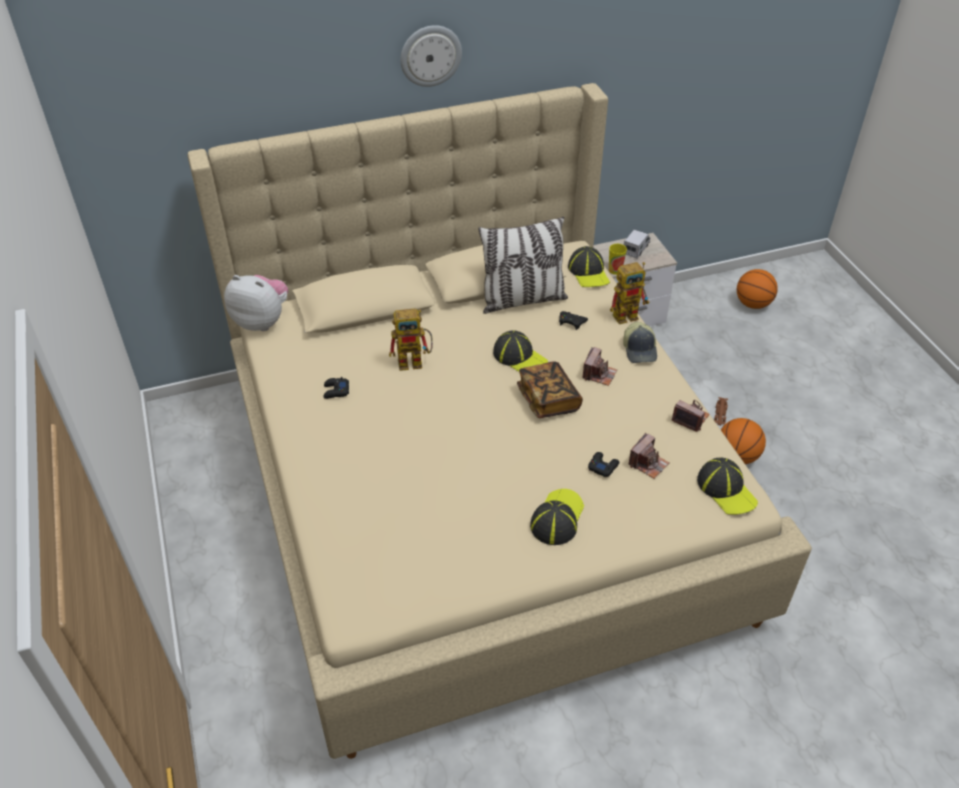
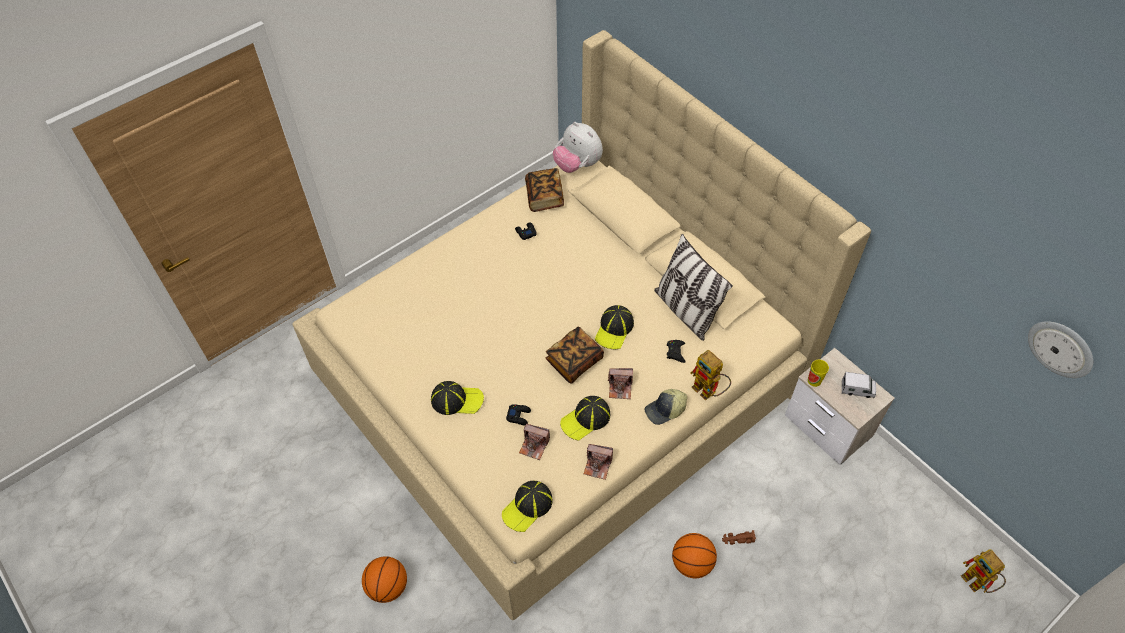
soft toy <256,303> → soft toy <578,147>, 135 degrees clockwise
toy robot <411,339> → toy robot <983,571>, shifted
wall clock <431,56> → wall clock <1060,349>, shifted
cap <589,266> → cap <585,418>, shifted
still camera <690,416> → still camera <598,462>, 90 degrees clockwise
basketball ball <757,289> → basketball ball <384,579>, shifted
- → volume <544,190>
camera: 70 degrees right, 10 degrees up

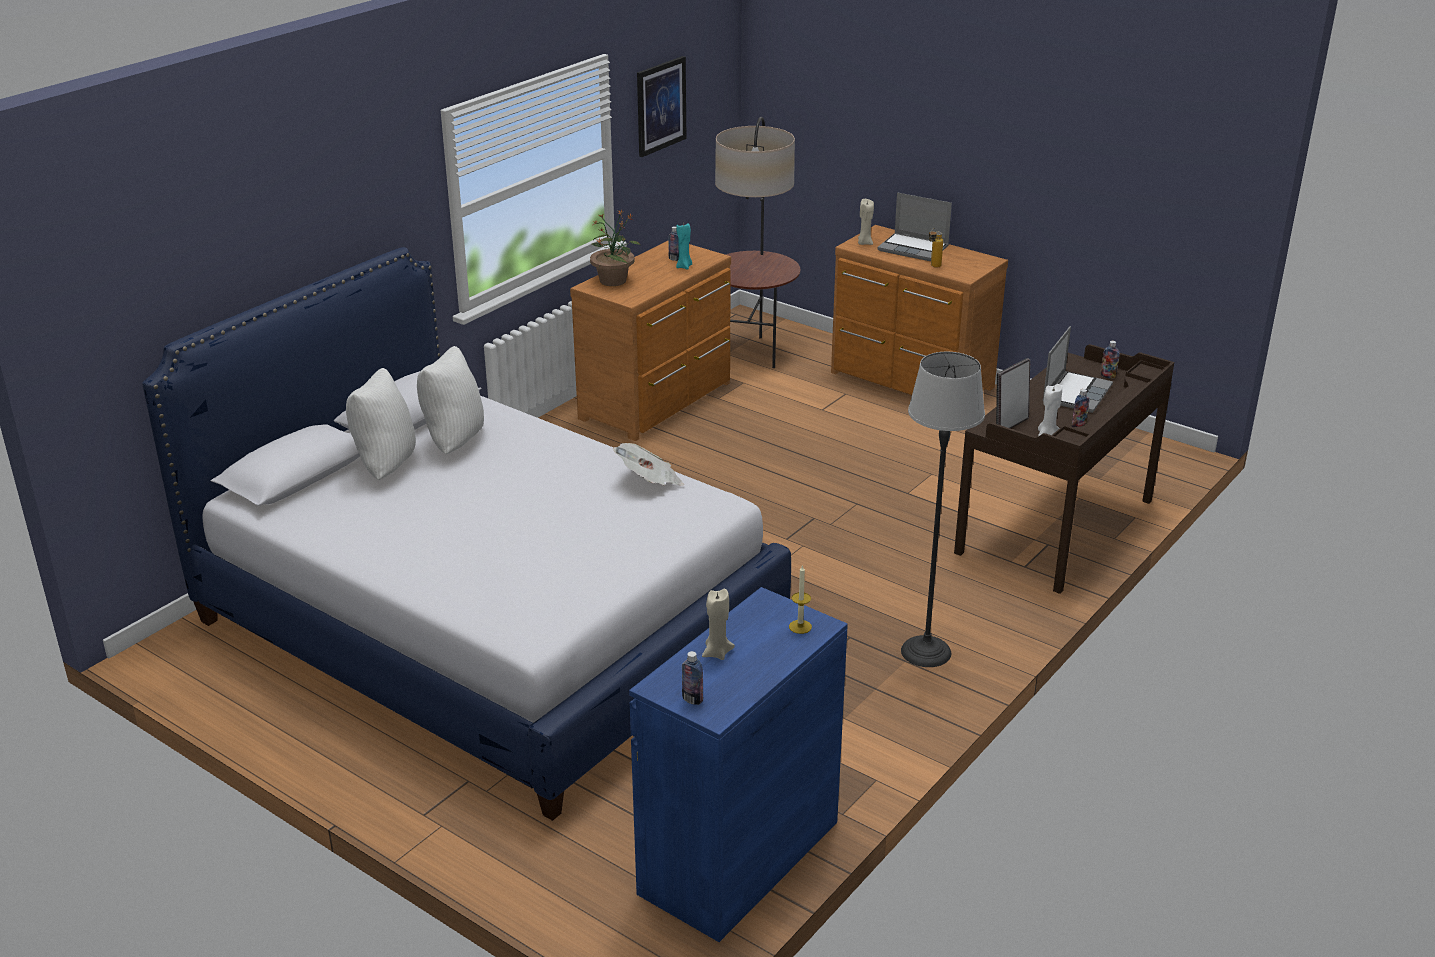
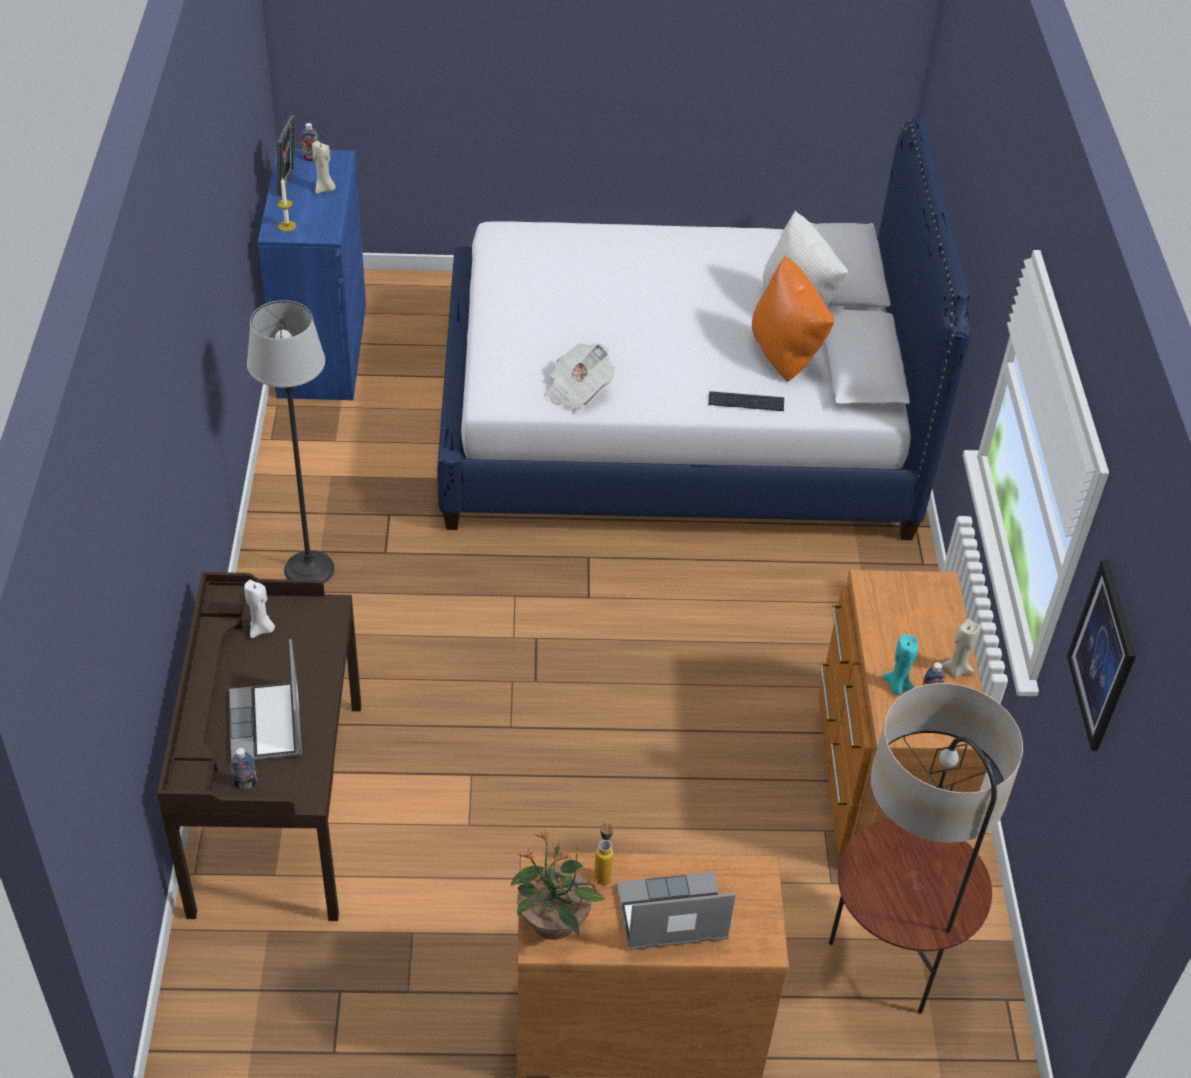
cushion/white-coloured <450,400> → cushion/orange <793,318>
potted plant <615,247> → potted plant <558,885>, shifted
wax candle/beige-coloured <866,222> → wax candle/beige-coloured <961,648>, shifted
picture frame <1013,393> → picture frame <286,156>, shifted
beverage bottle <1081,408> → -
- → keyboard <746,401>
camera: 140 degrees right, 15 degrees up

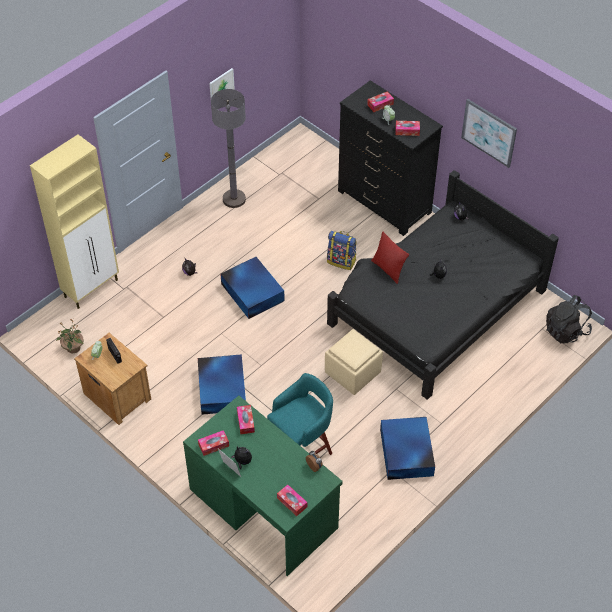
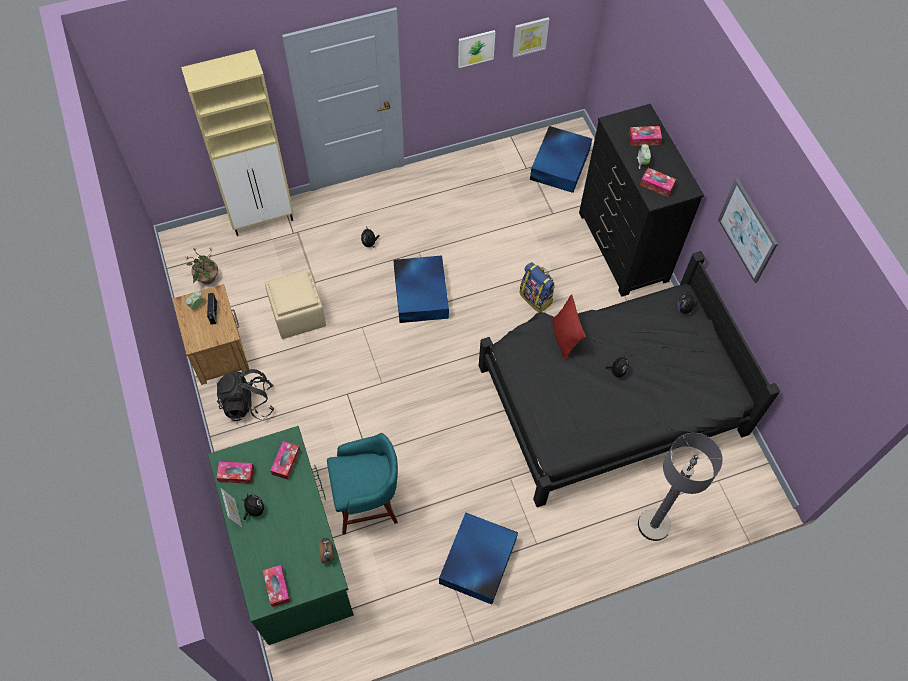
storage bin/blue <222,384> → storage bin/blue <561,159>, shifted
standard lamp/grey <228,148> → standard lamp/grey <680,487>, shifted
ottoman/beige-coloured <354,362> → ottoman/beige-coloured <295,304>, shifted
rucksack/blackish <569,319> → rucksack/blackish <245,395>, shifted
- → wall art <531,37>
camera: 25 degrees right, 10 degrees up

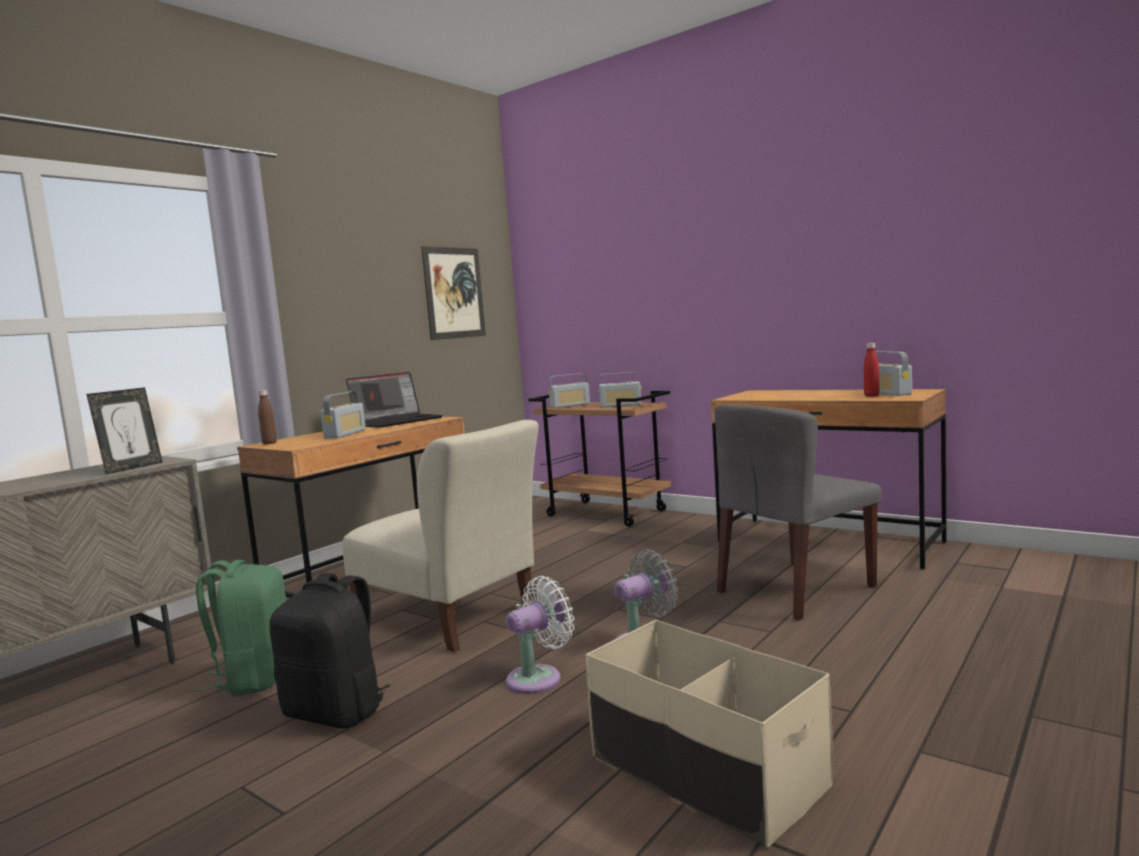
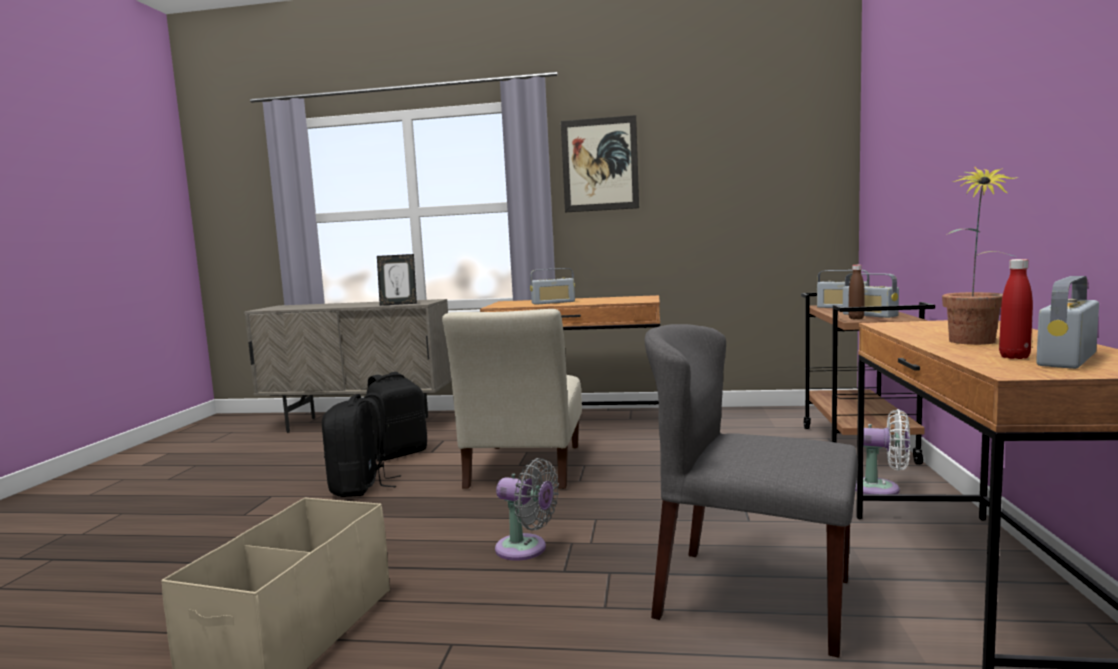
rucksack/green-coloured <240,628> → rucksack/blackish <396,416>
beverage bottle/brown-coloured <267,417> → beverage bottle/brown-coloured <857,292>, shifted
notebook computer <394,400> → -
wall art <453,293> → wall art <600,163>, shifted
fan/white-coloured <540,635> → fan/white-coloured <882,451>, shifted
- → potted plant <981,256>
camera: 60 degrees right, 0 degrees up

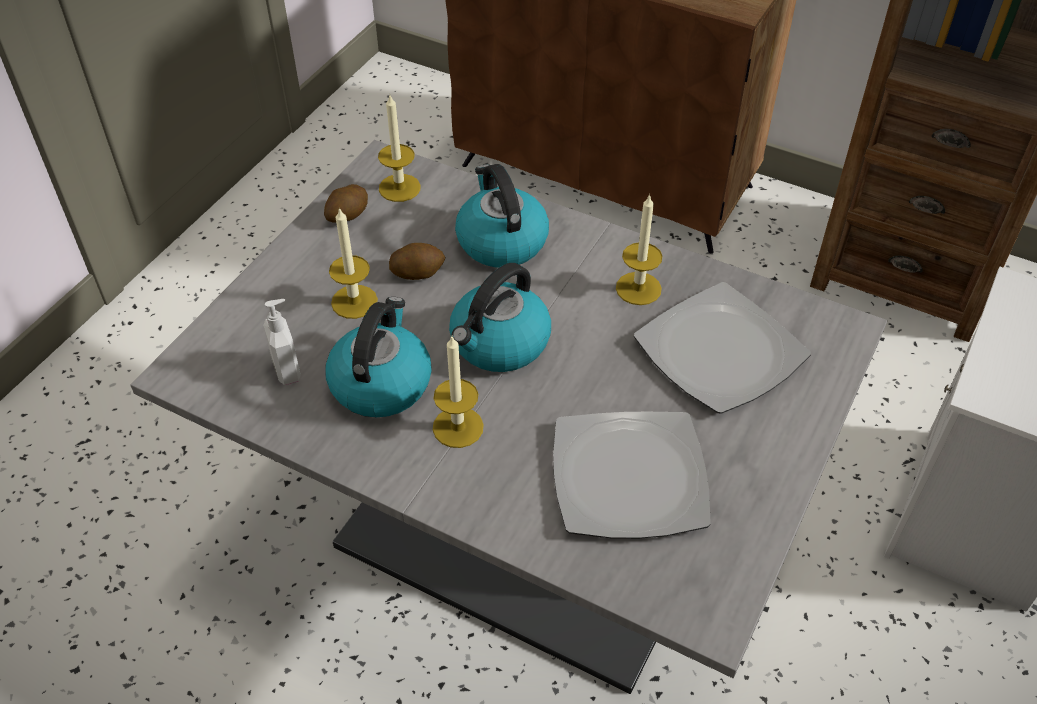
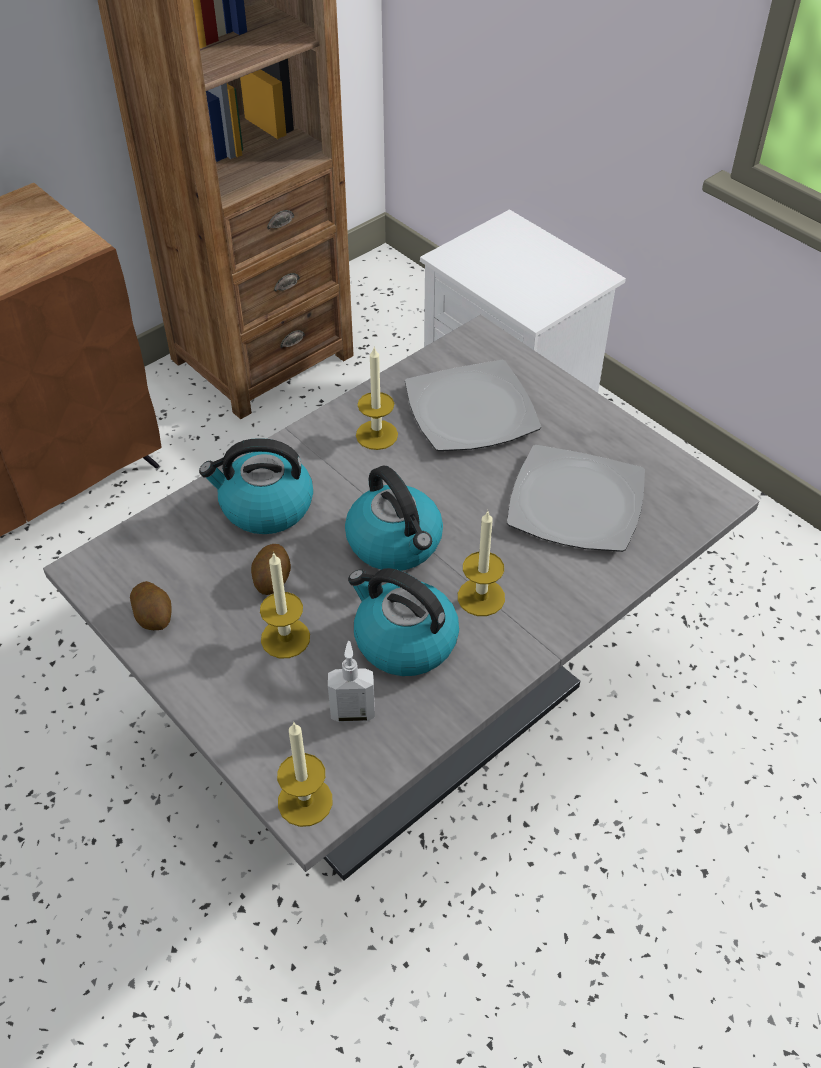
wax candle <399,148> → wax candle <305,774>, shifted
camera: 70 degrees left, 0 degrees up

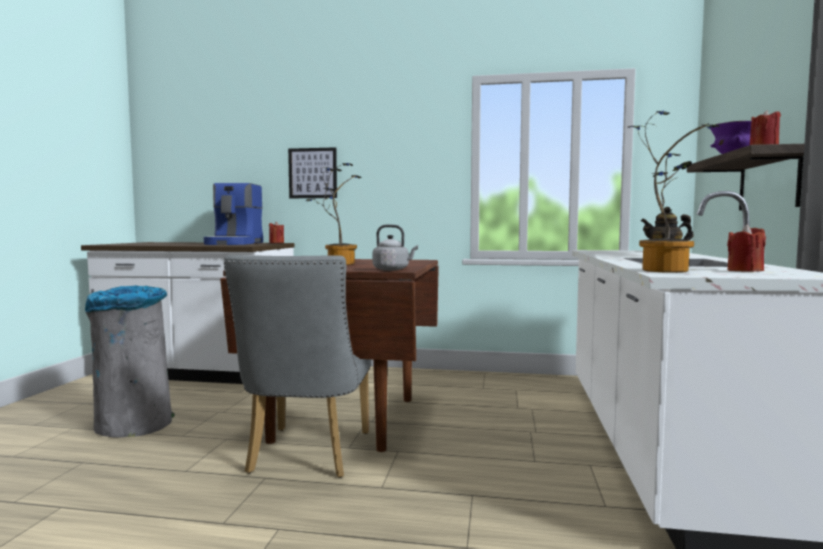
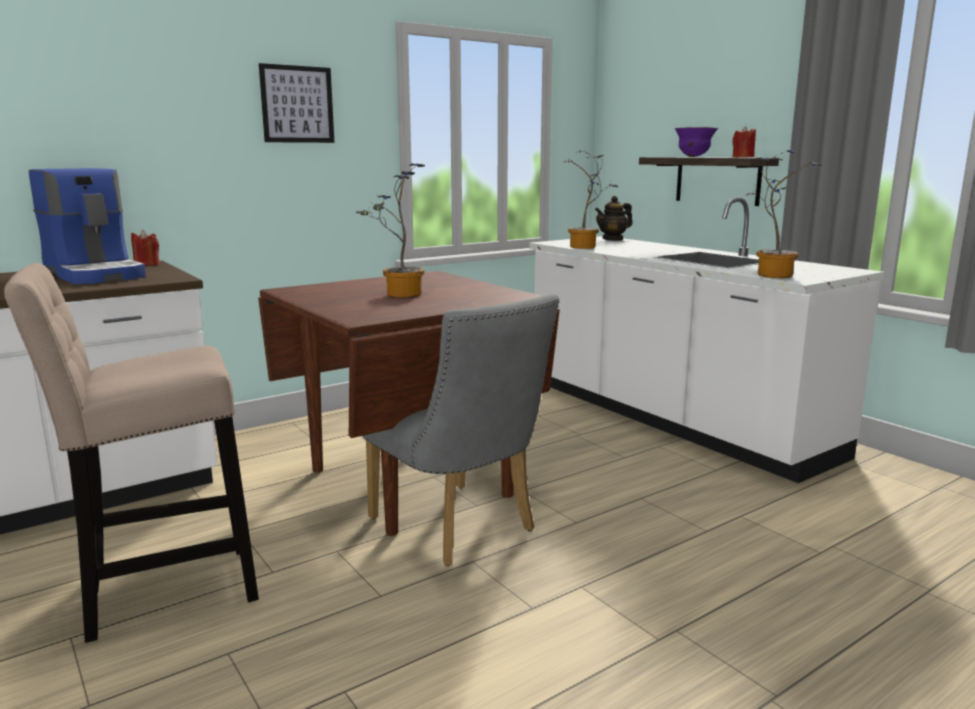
waste bin/grey <130,362> → sitting stool/beige-coloured <131,453>
wall art <312,172> → wall art <296,103>, shifted
tea kettle/grey <395,248> → -
wax candle/reddish <746,248> → -
- → potted plant <590,199>
camera: 45 degrees left, 10 degrees up

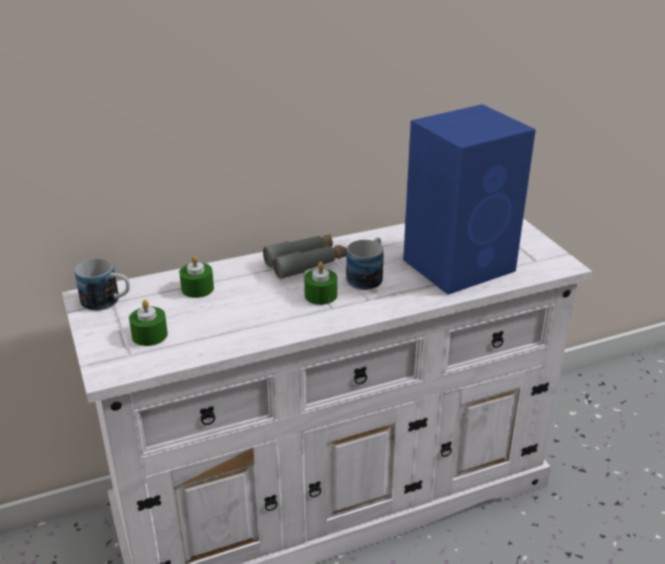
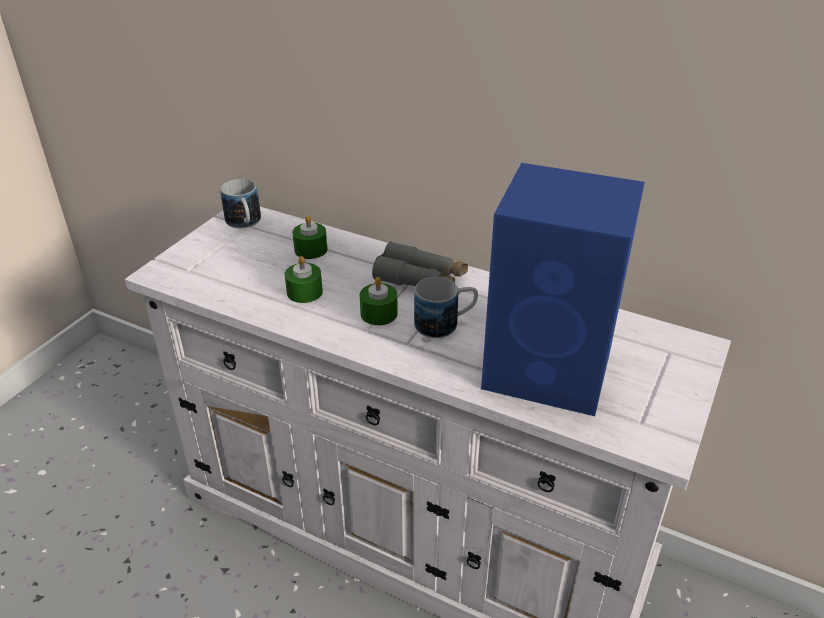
wax candle/green-coloured <148,323> → wax candle/green-coloured <304,279>, shifted
camera: 50 degrees right, 5 degrees up

